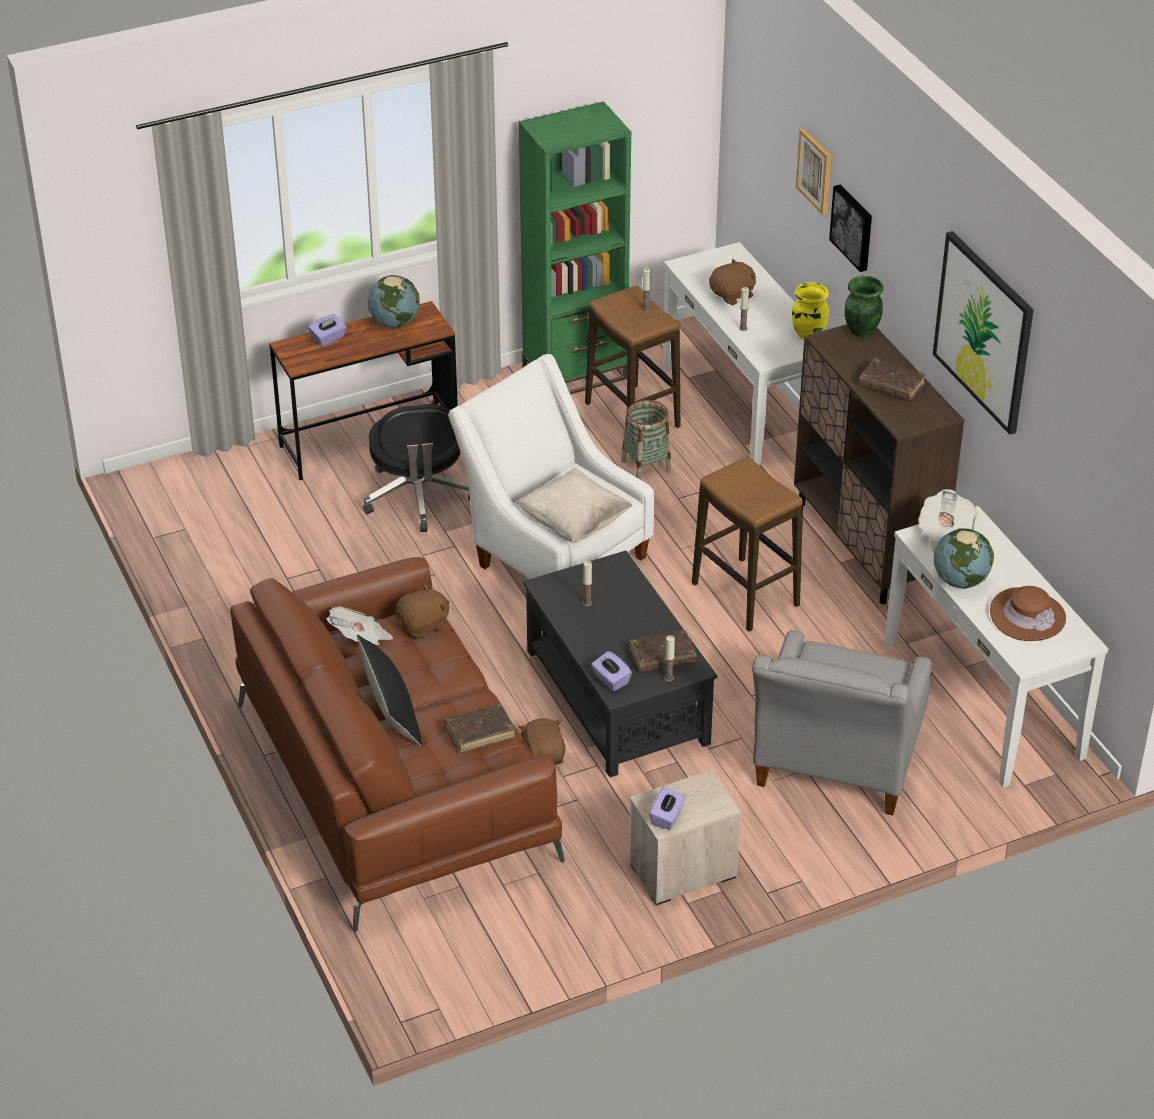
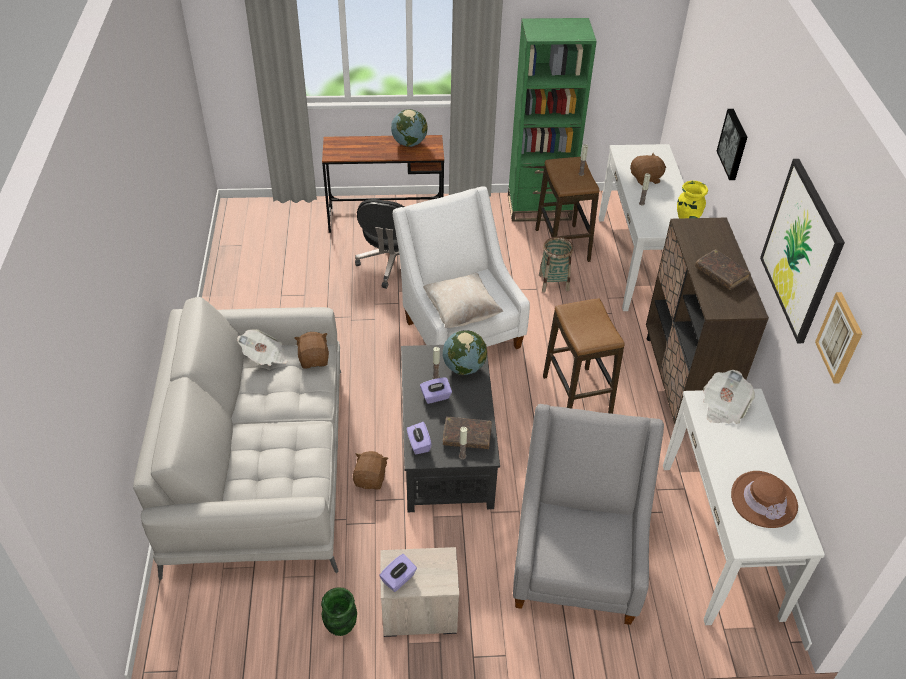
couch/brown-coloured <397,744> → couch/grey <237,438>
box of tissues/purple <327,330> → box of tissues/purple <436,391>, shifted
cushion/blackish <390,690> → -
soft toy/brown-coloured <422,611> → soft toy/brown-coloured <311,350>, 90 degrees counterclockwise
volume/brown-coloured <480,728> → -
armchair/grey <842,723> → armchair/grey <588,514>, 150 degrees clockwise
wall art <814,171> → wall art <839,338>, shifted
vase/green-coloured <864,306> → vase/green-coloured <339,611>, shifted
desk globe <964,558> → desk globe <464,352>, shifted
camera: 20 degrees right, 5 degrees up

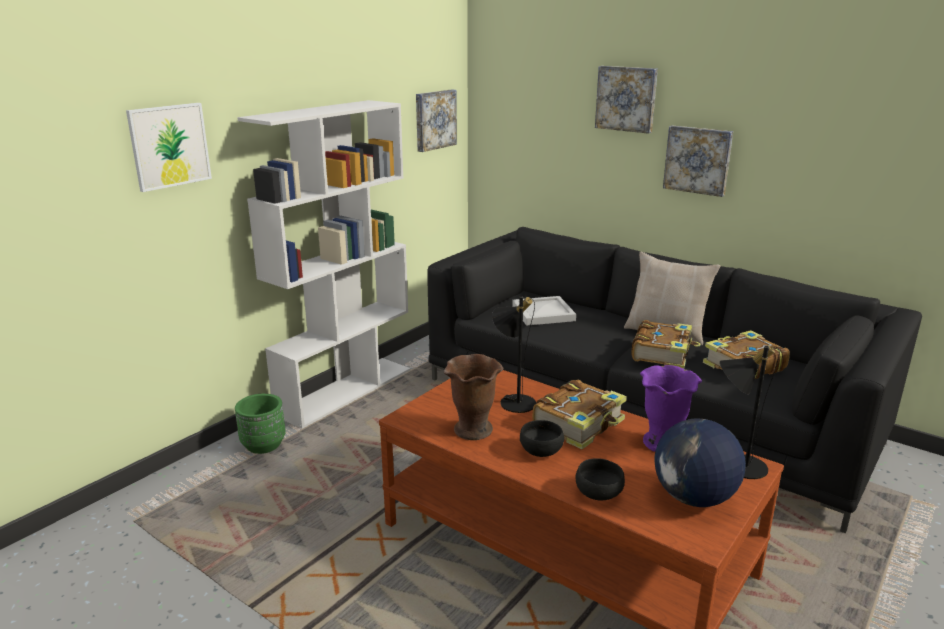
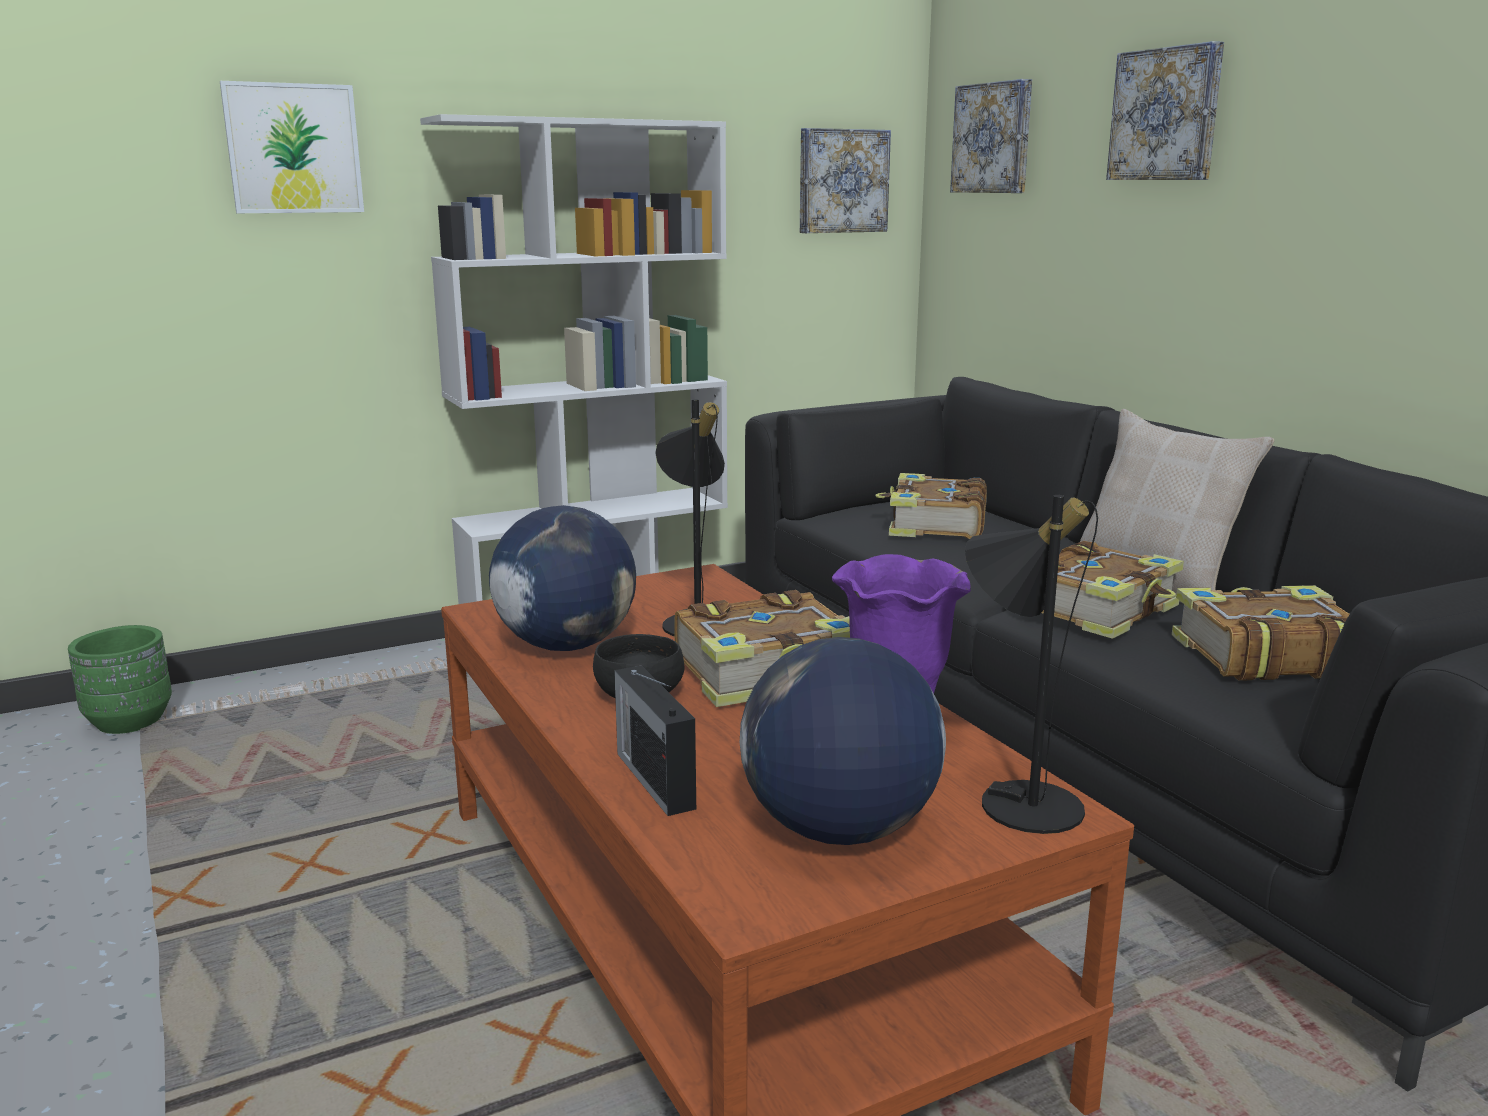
planter/green-coloured <260,424> → planter/green-coloured <120,679>, shifted
vase/brown-coloured <473,397> → desk globe <562,578>
tray/white-coloured <544,311> → volume <931,506>
serving bowl/blackish <600,479> → radio set <655,740>
wall art <698,161> → wall art <991,136>, shifted
camera: 25 degrees right, 5 degrees down

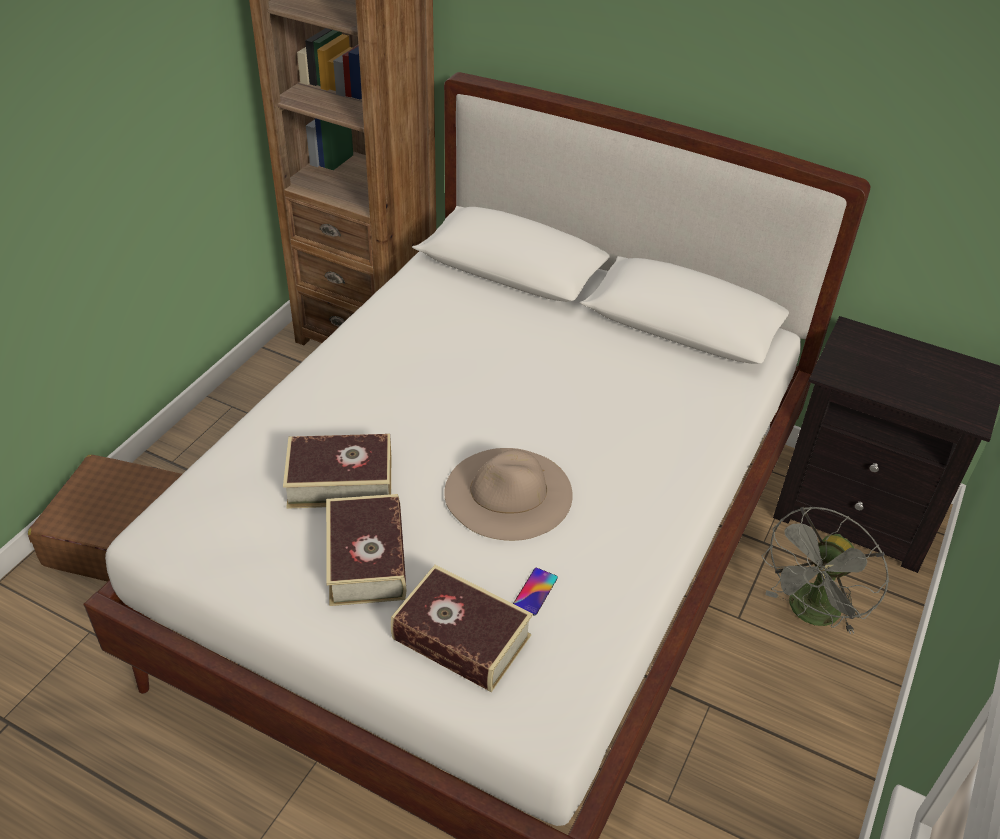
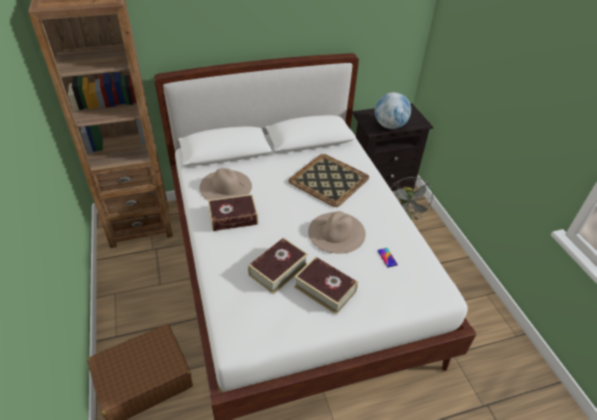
volume <462,628> → volume <233,212>, shifted
- → hat/beige-coloured <225,184>
- → tray <328,180>
- → desk globe <393,110>
camera: 45 degrees left, 0 degrees up

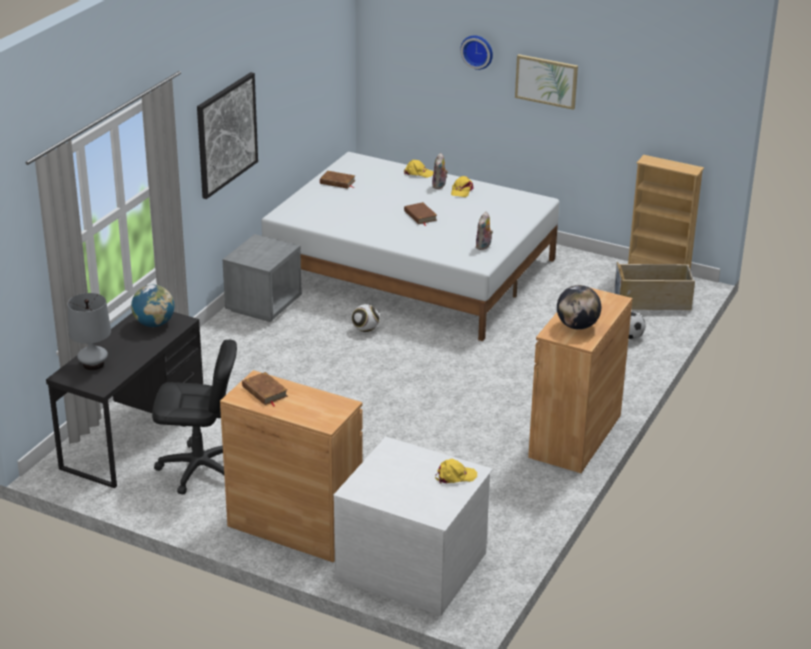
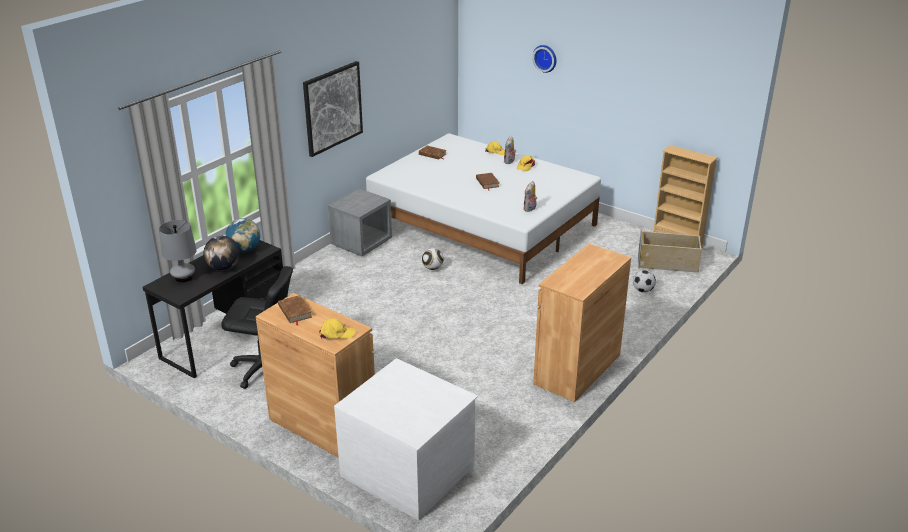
cap/yellow <456,471> → cap/yellow <337,328>, shifted
wall art <546,82> → -
desk globe <579,307> → desk globe <221,253>, shifted
camera: 10 degrees right, 0 degrees up

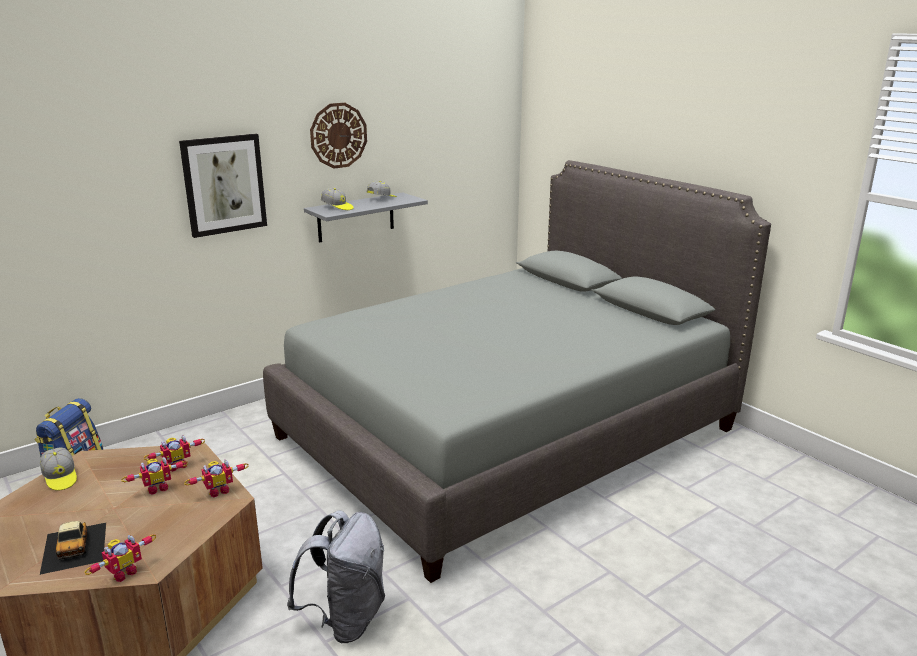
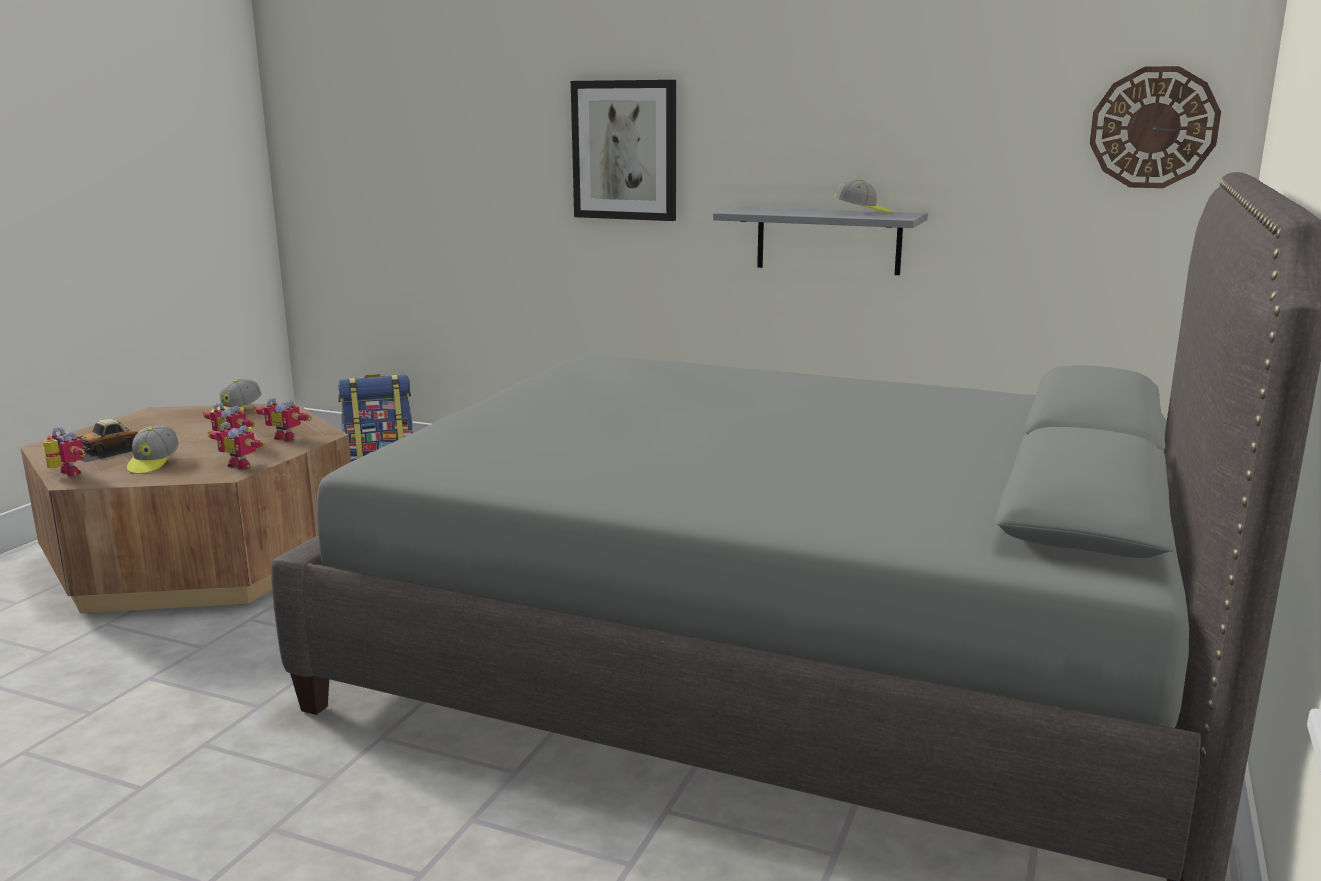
toy robot <120,558> → toy robot <64,451>, 150 degrees counterclockwise
rucksack/grey <336,576> → -
wall clock <338,136> → wall clock <1155,127>, shifted
cap <337,199> → cap <153,450>, shifted
camera: 60 degrees right, 5 degrees down

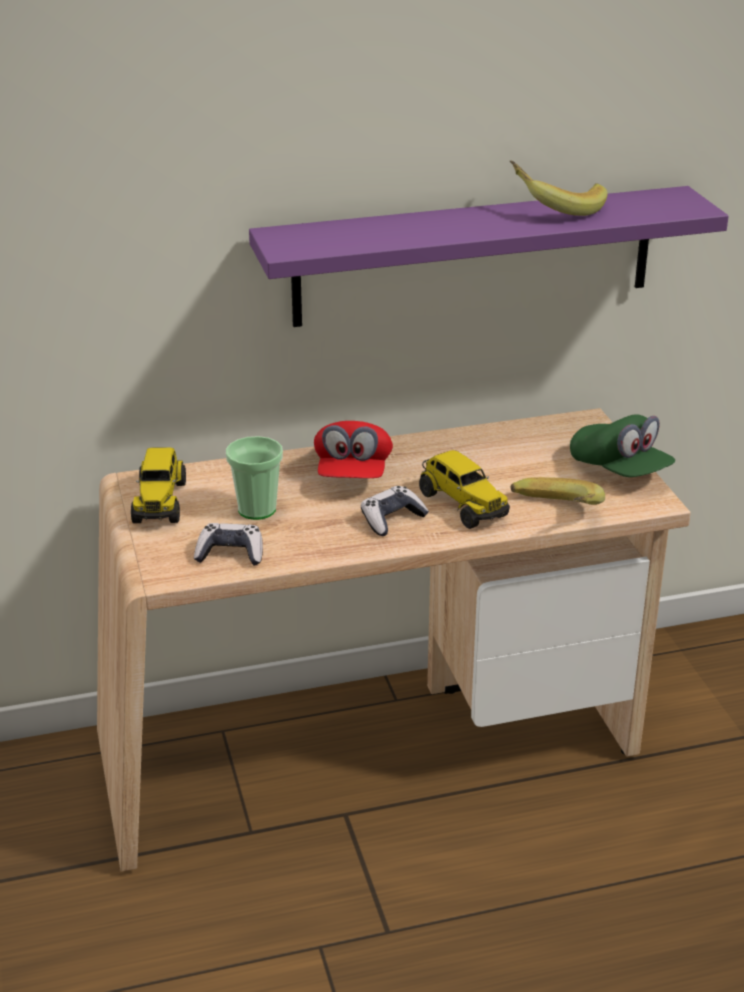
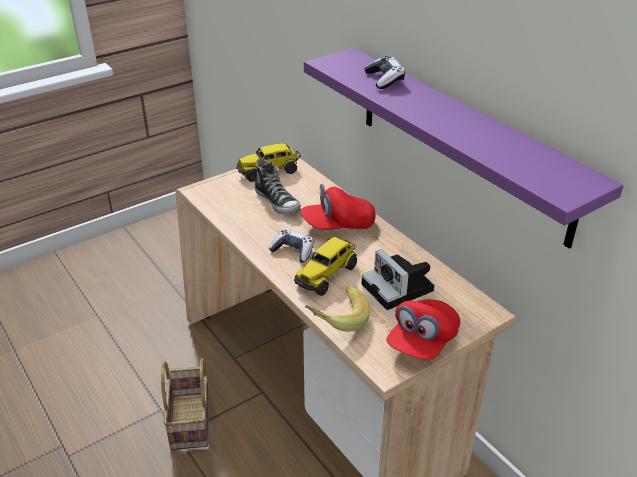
joypad <228,544> → joypad <384,72>, shifted
cup <254,478> → shoe <278,186>
banana fruit <559,188> → -
cap/green-coloured <622,445> → cap/reddish <423,329>
- → basket <185,404>
- → still camera <398,279>
camera: 70 degrees right, 5 degrees up

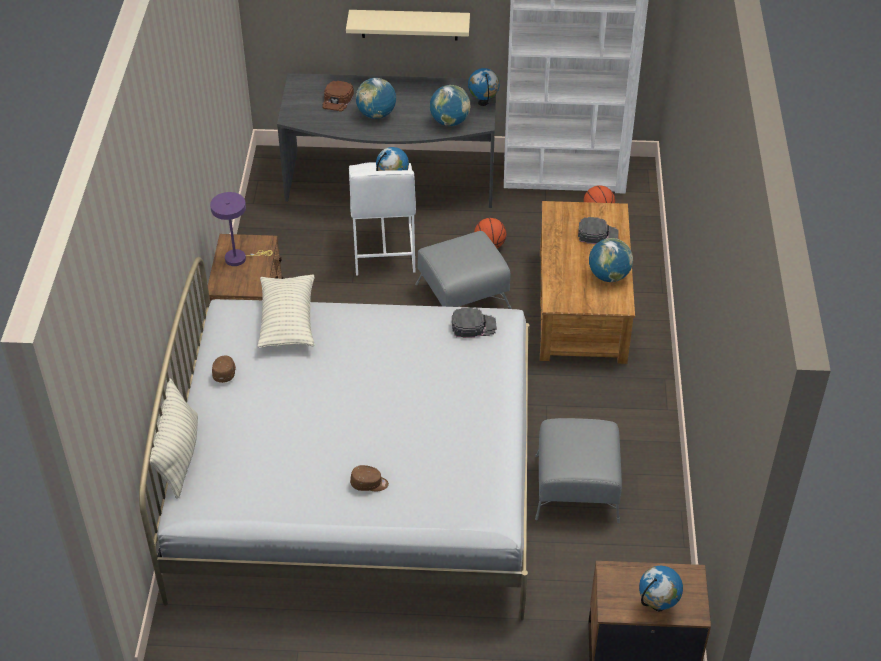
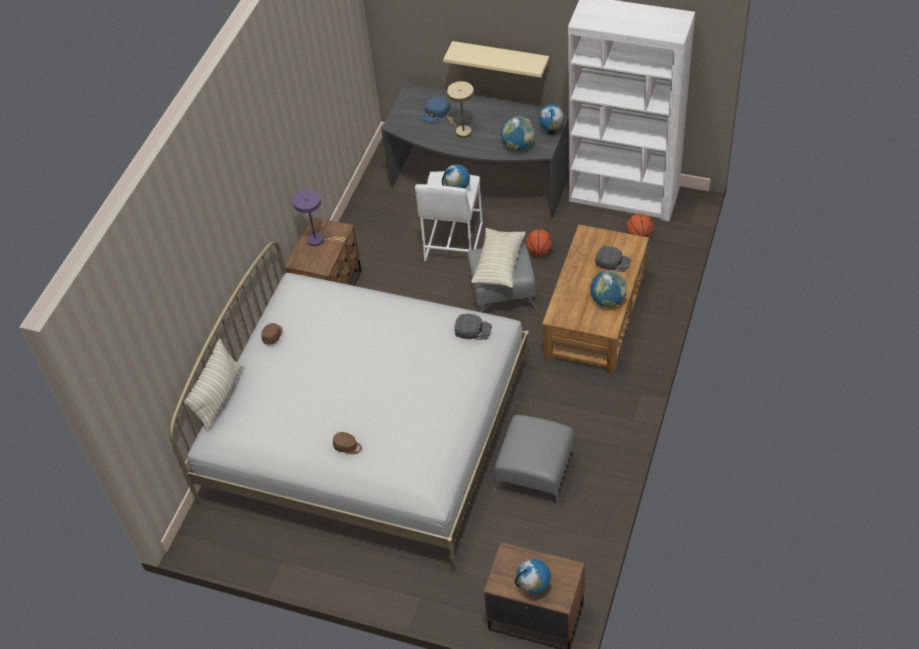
cushion <285,311> → cushion <498,258>, shifted
cap/brown-coloured <338,96> → cap/blue <436,110>
desk globe <376,98> → tabletop lamp/beige-coloured <460,109>
camera: 20 degrees right, 5 degrees up

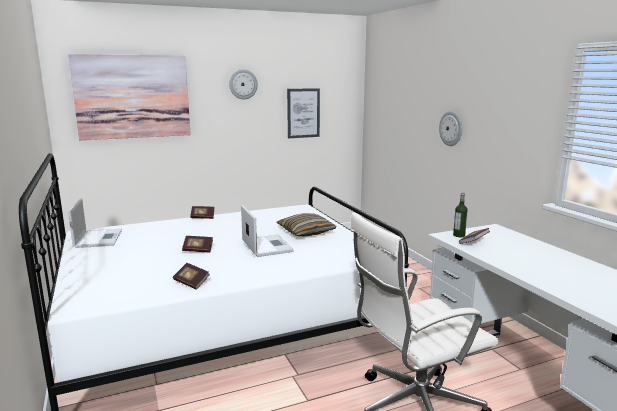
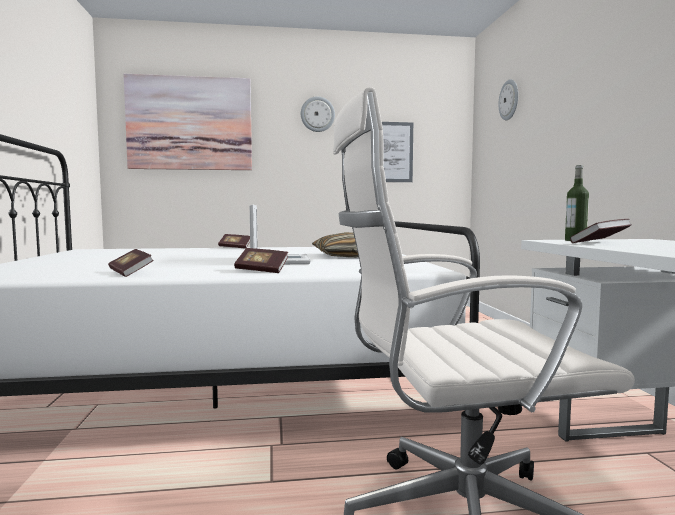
notebook computer <95,223> → -
volume <197,244> → volume <261,260>, shifted
wall clock <450,128> → wall clock <508,99>, shifted
camera: 15 degrees right, 10 degrees down

